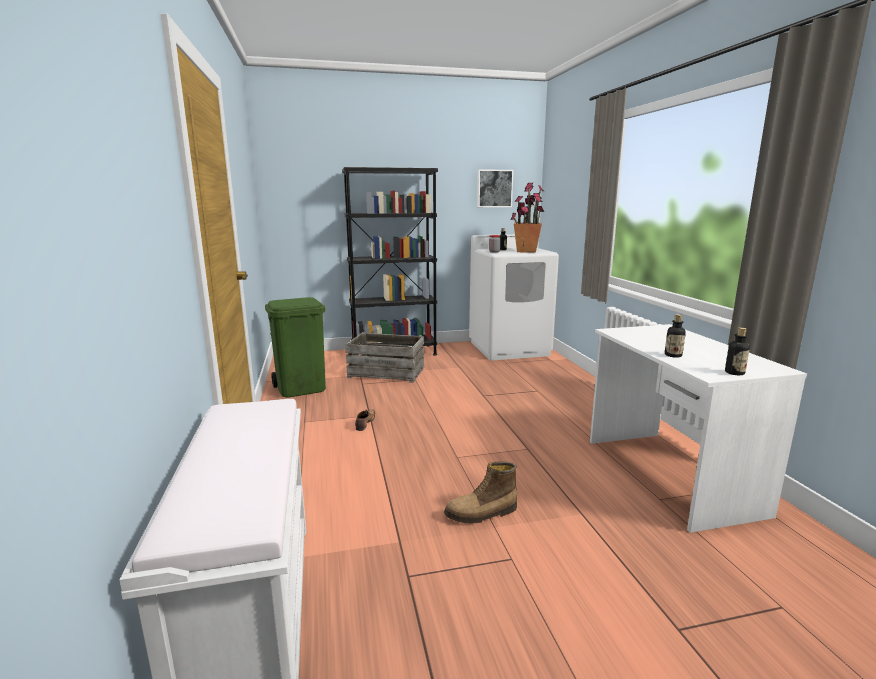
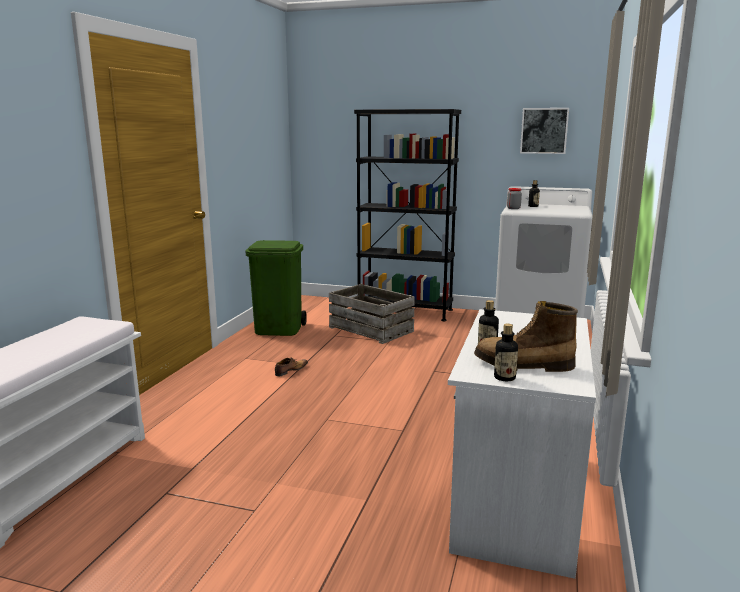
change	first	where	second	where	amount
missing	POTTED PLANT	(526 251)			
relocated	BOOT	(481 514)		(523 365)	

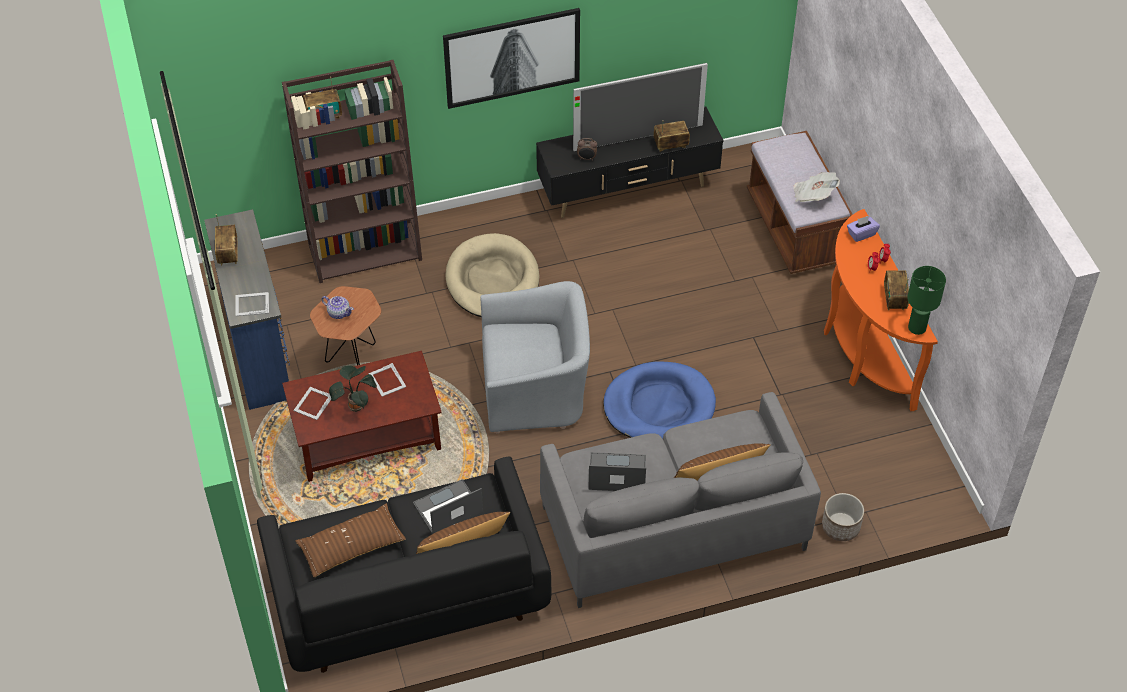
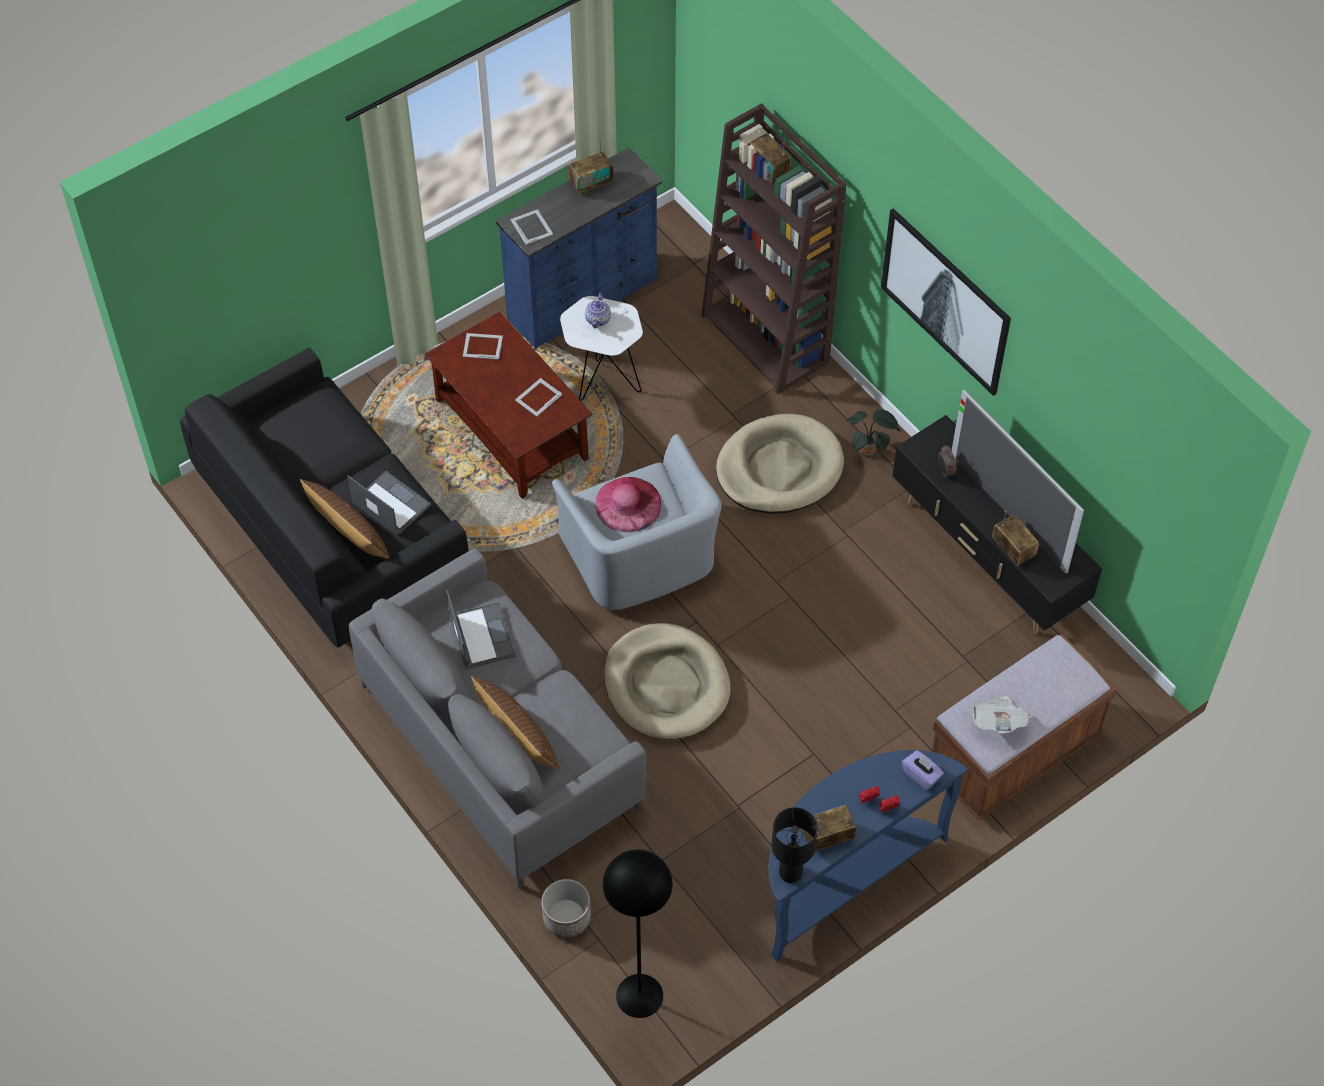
change	first	where	second	where	amount
colour	ORANGE CONSOLE TABLE	(861 351)	BLUE CONSOLE TABLE	(844 878)	
colour	GREEN TABLE LAMP	(917 328)	BLACK TABLE LAMP	(790 873)	
colour	BROWN SIDE TABLE	(353 364)	WHITE SIDE TABLE	(603 383)	
colour	BLUE DOG BED	(659 406)	BEIGE DOG BED	(666 685)	
relocated	POTTED PLANT	(356 405)		(869 451)	
missing	BROWN PILLOW	(351 546)			
appeared			PINK HAT	(628 504)	
appeared			BLACK FLOOR LAMP	(639 996)	

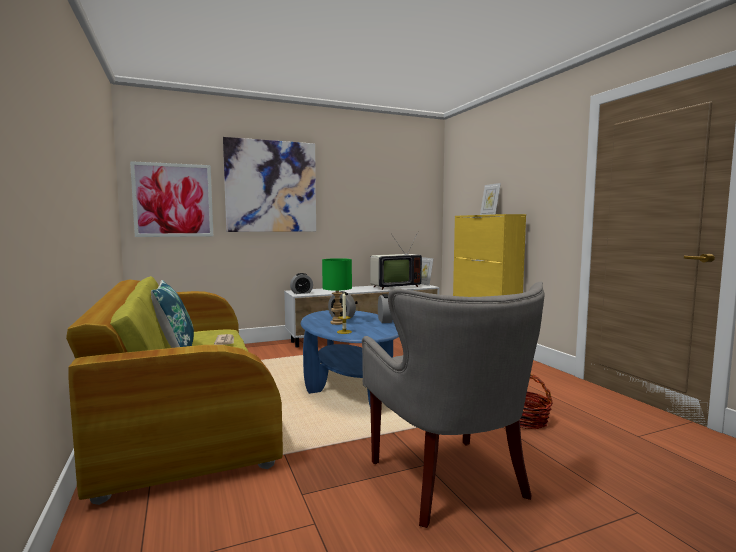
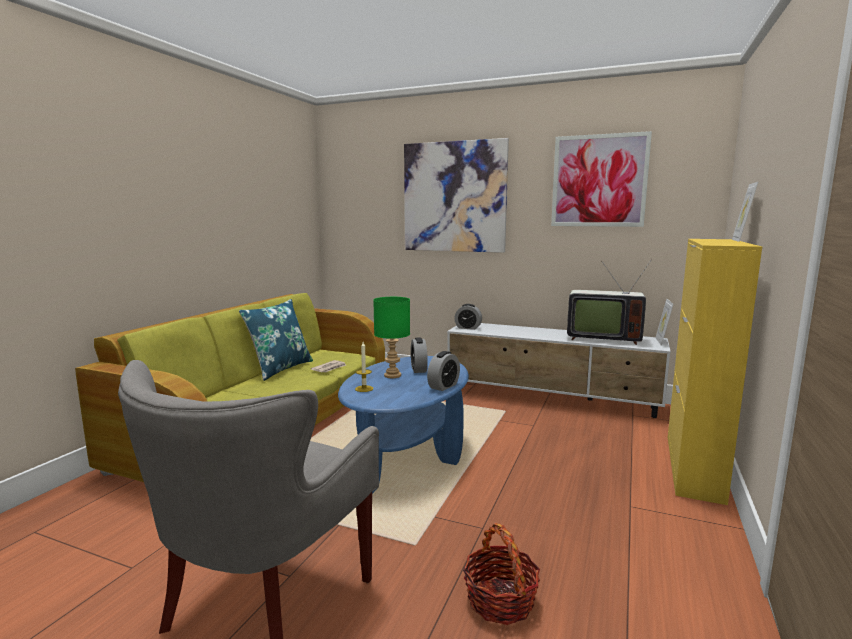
change	first	where	second	where	amount
relocated	PICTURE	(173 200)		(599 181)	

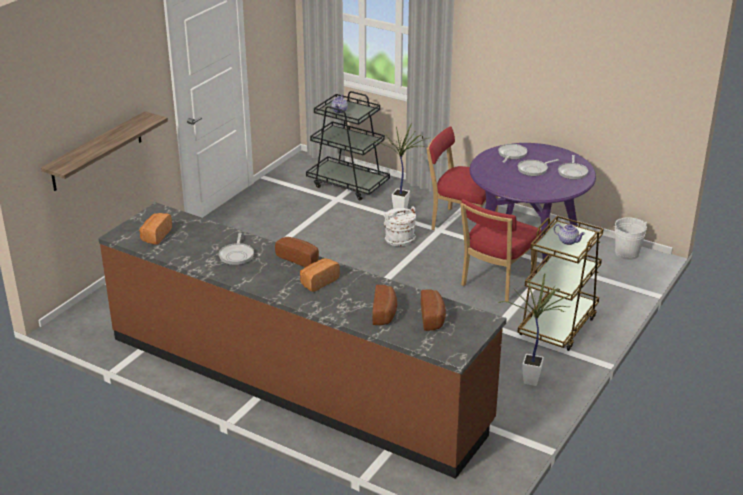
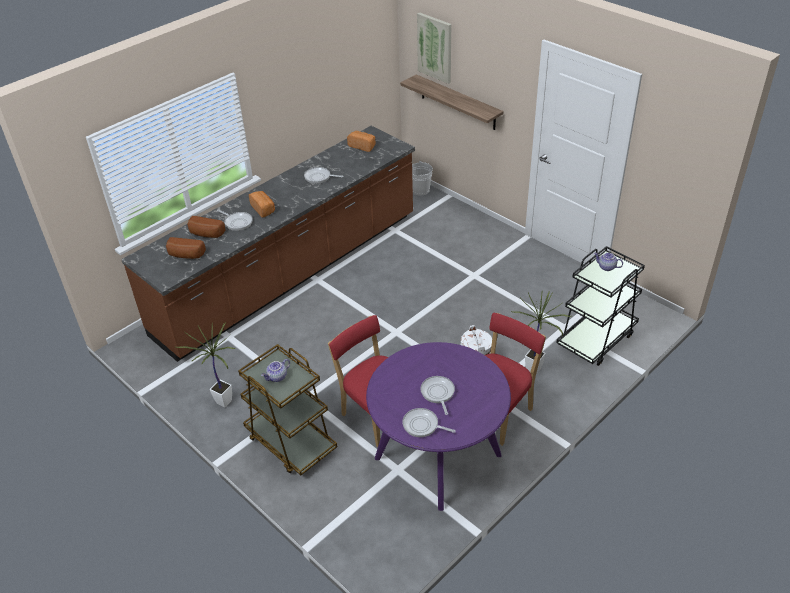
change	first	where	second	where	amount
relocated	FRYING PAN	(511 154)		(237 222)	
relocated	WHITE BUCKET	(627 253)		(420 190)	
missing	BREAD	(299 258)			
appeared			PICTURE	(435 47)	

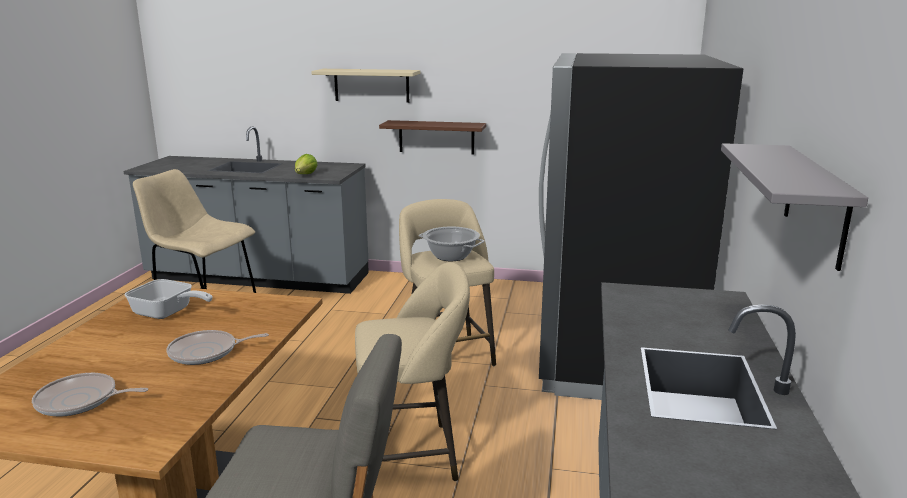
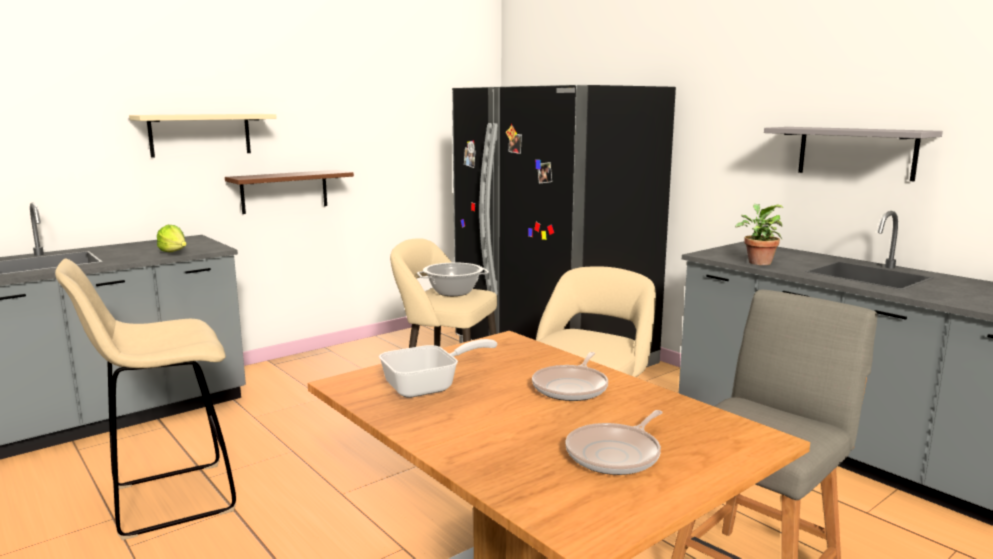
change	first	where	second	where	amount
appeared			POTTED PLANT	(757 262)	

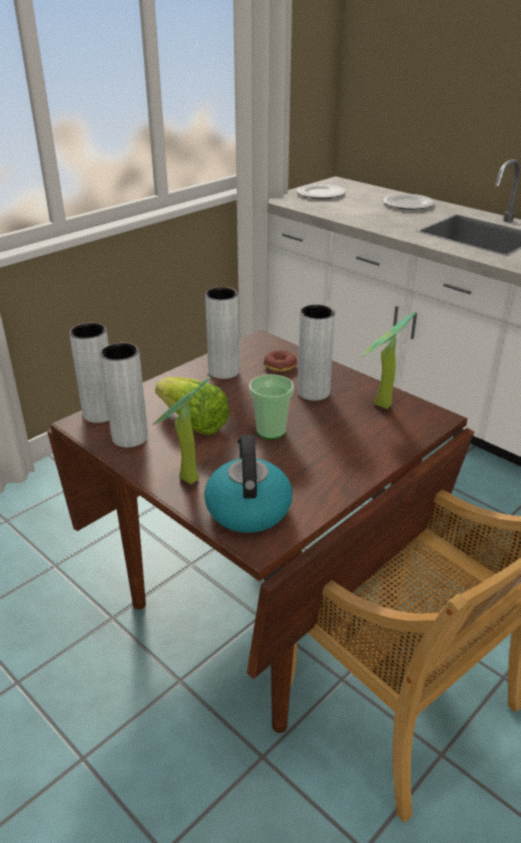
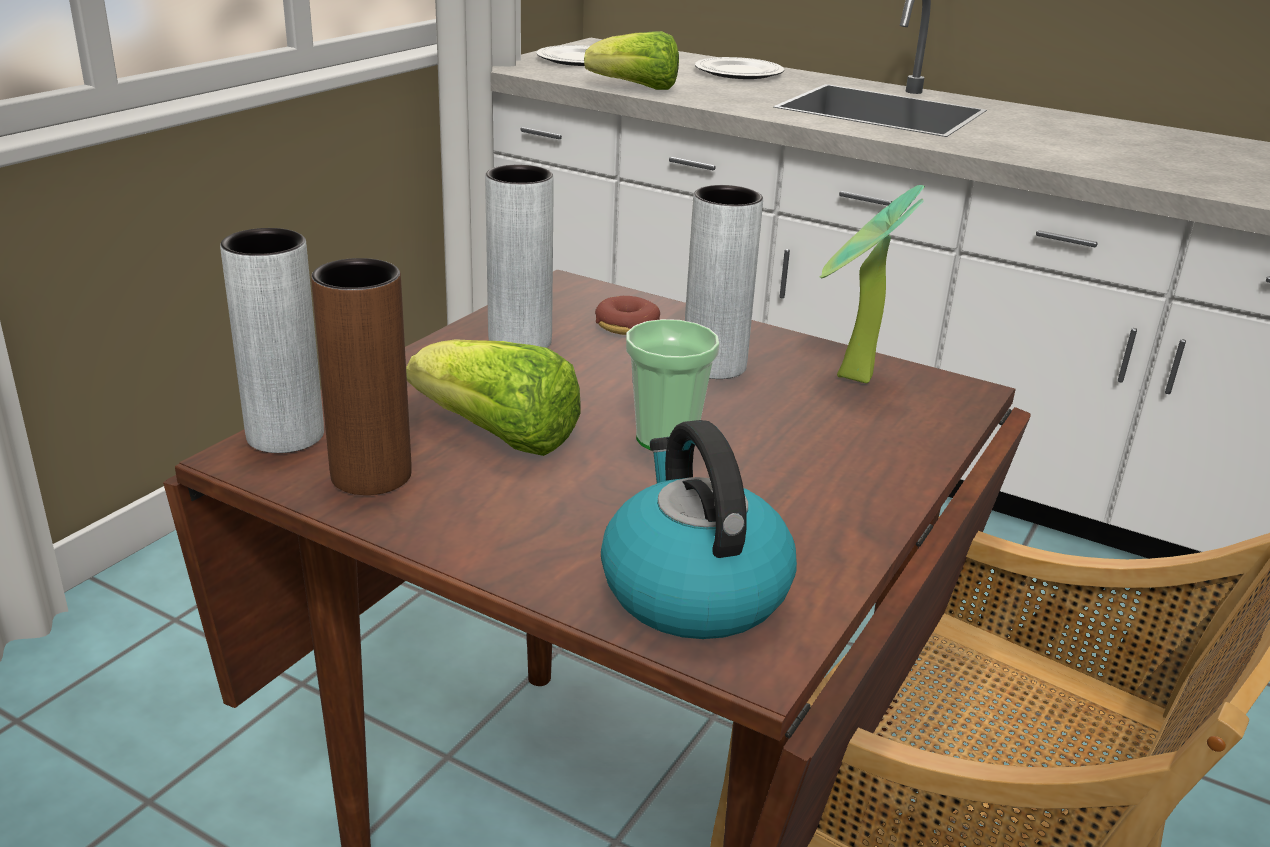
change	first	where	second	where	amount
colour	GREY VASE	(130 437)	BROWN VASE	(371 475)	
missing	POTTED PLANT	(184 480)			
appeared			LETTUCE	(636 88)	

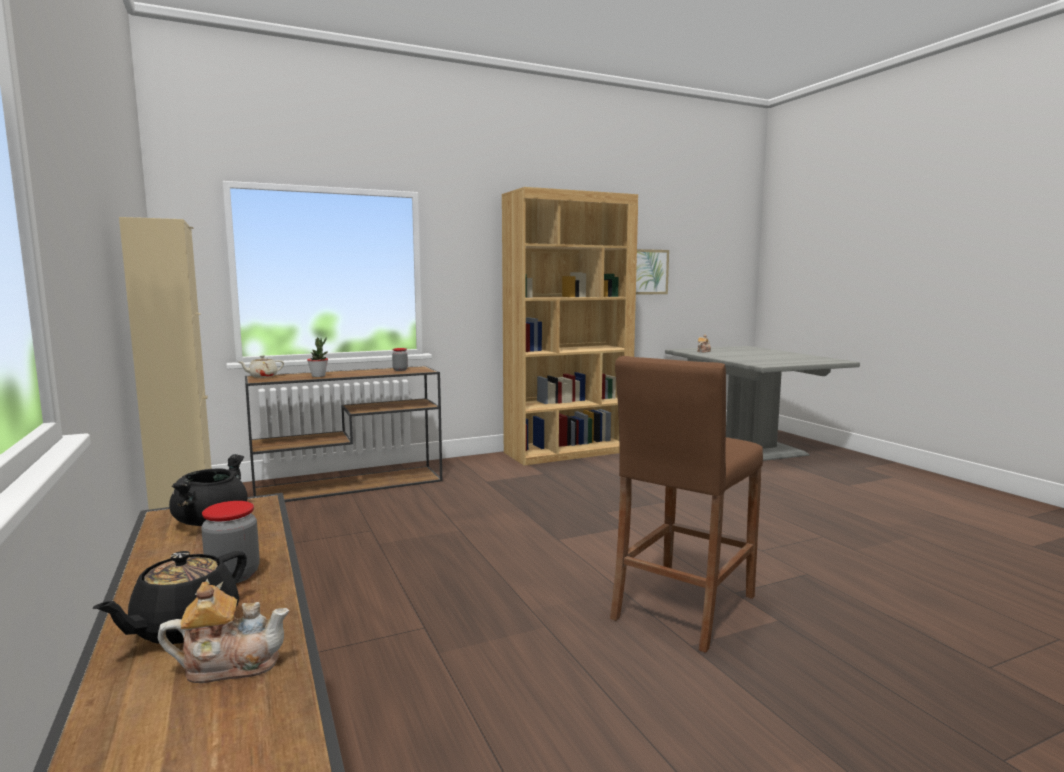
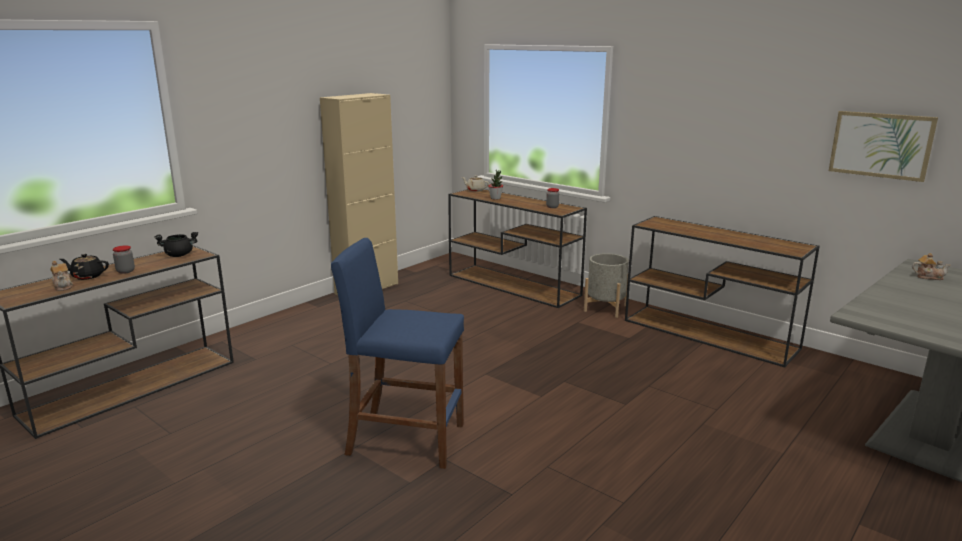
change	first	where	second	where	amount
exchanged	BROWN BOOKCASE	(568 452)	BROWN CONSOLE TABLE	(710 334)	
colour	BROWN STOOL	(683 607)	BLUE STOOL	(405 439)	
appeared			GREY PLANTER	(605 308)	

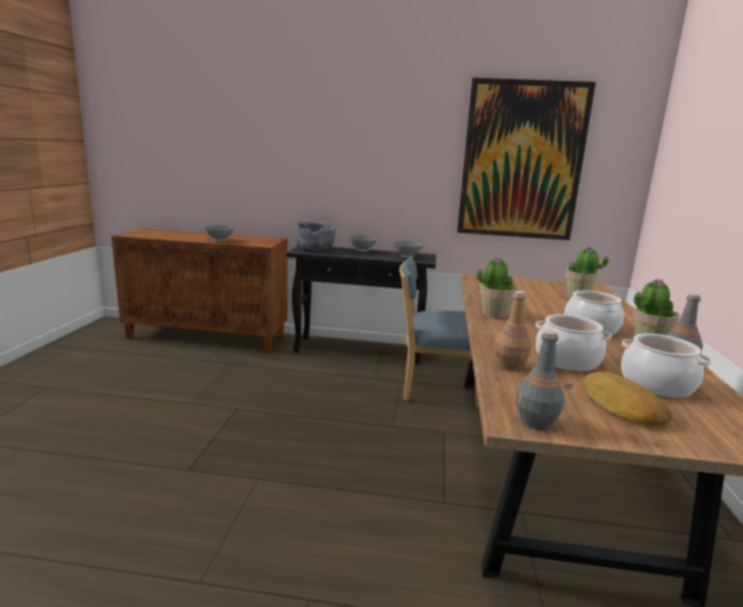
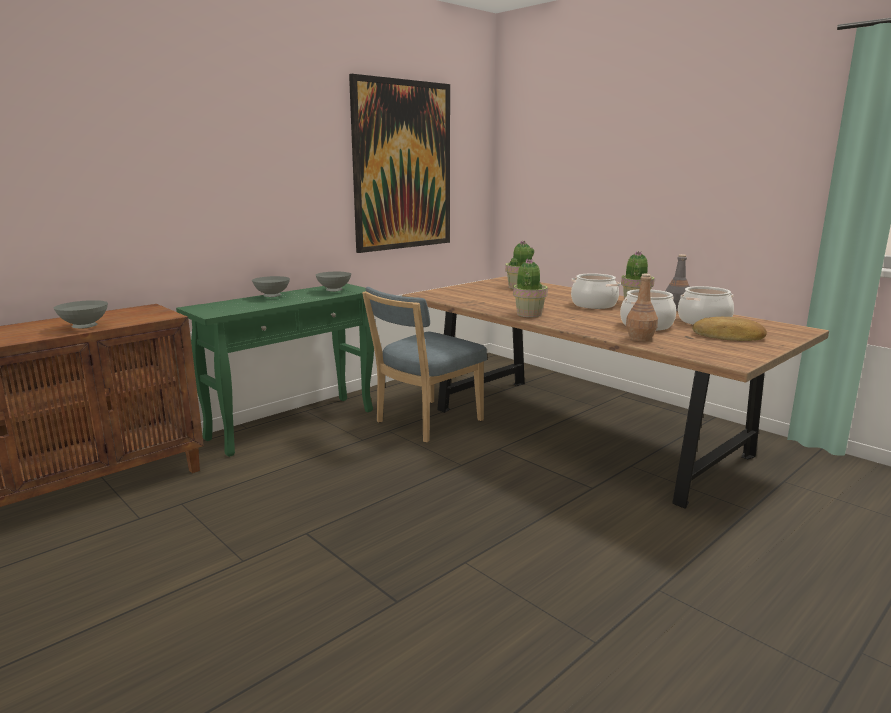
change	first	where	second	where	amount
missing	GREY BOWL	(315 248)			
colour	BLACK CONSOLE TABLE	(360 350)	GREEN CONSOLE TABLE	(293 424)	
missing	GREY BOTTLE	(536 422)			

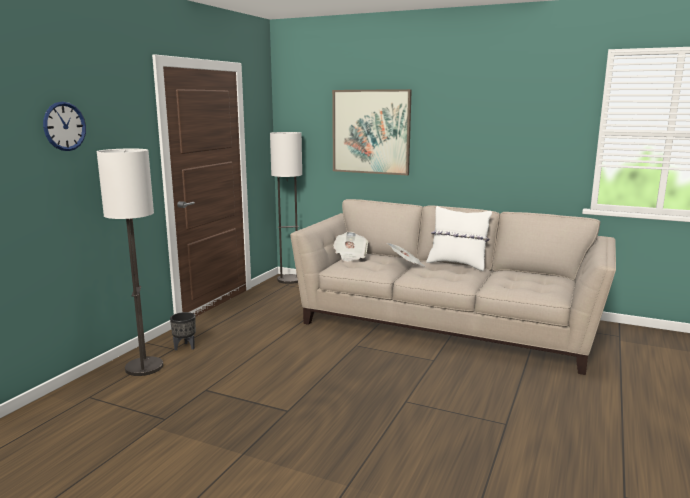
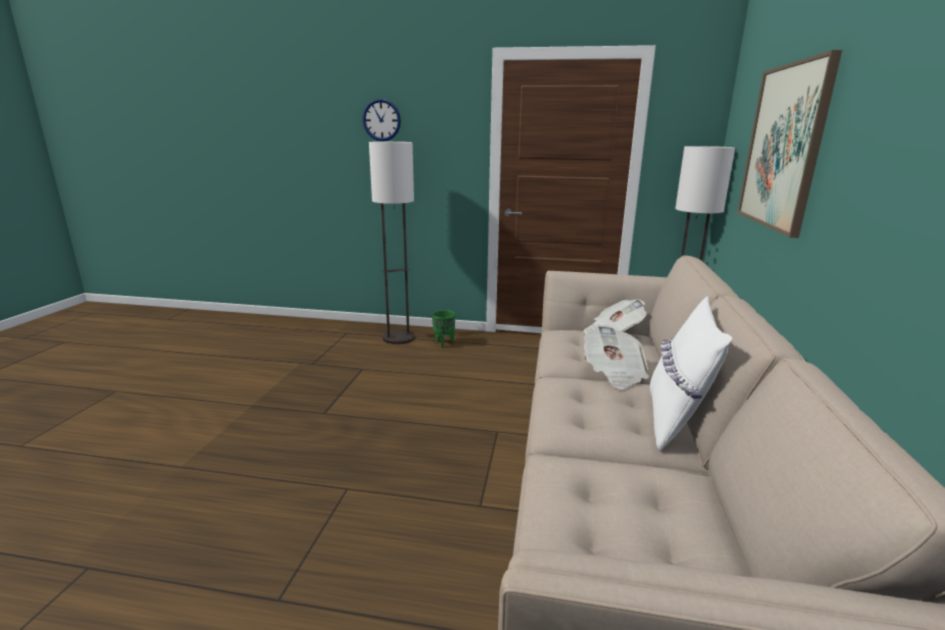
change	first	where	second	where	amount
colour	BLACK PLANTER	(185 347)	GREEN PLANTER	(444 343)	

